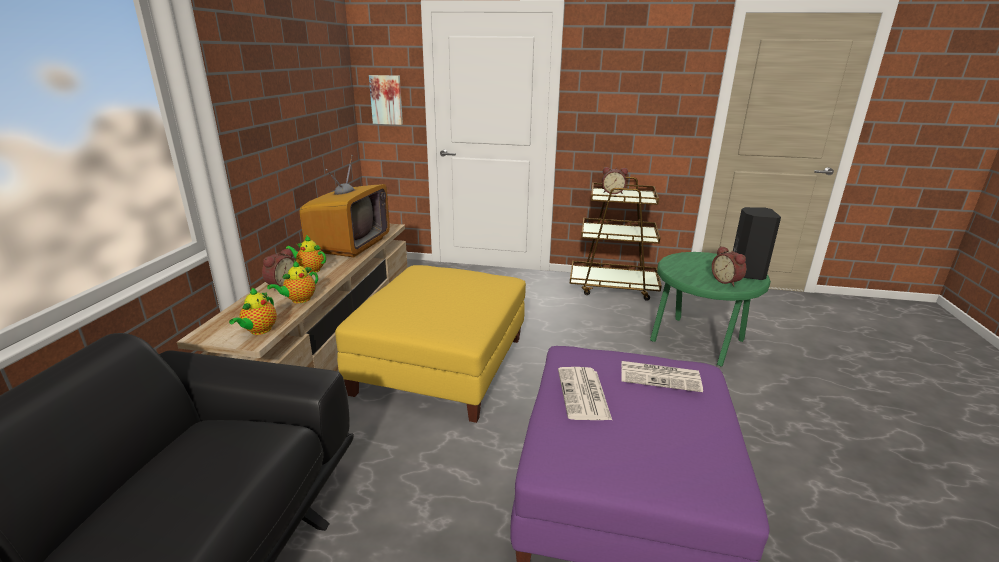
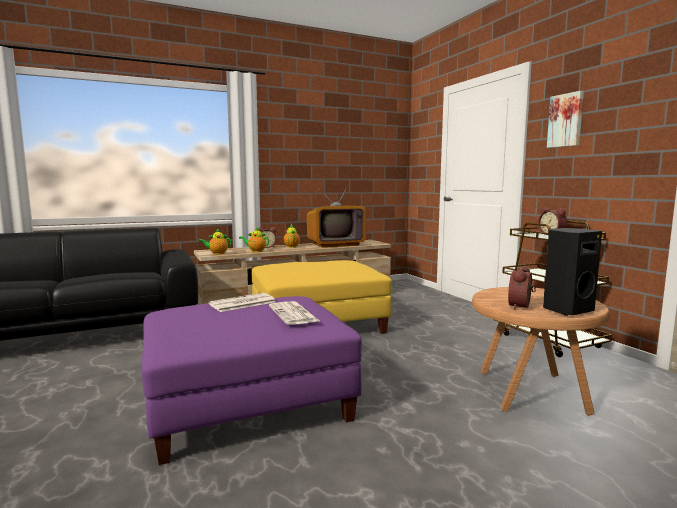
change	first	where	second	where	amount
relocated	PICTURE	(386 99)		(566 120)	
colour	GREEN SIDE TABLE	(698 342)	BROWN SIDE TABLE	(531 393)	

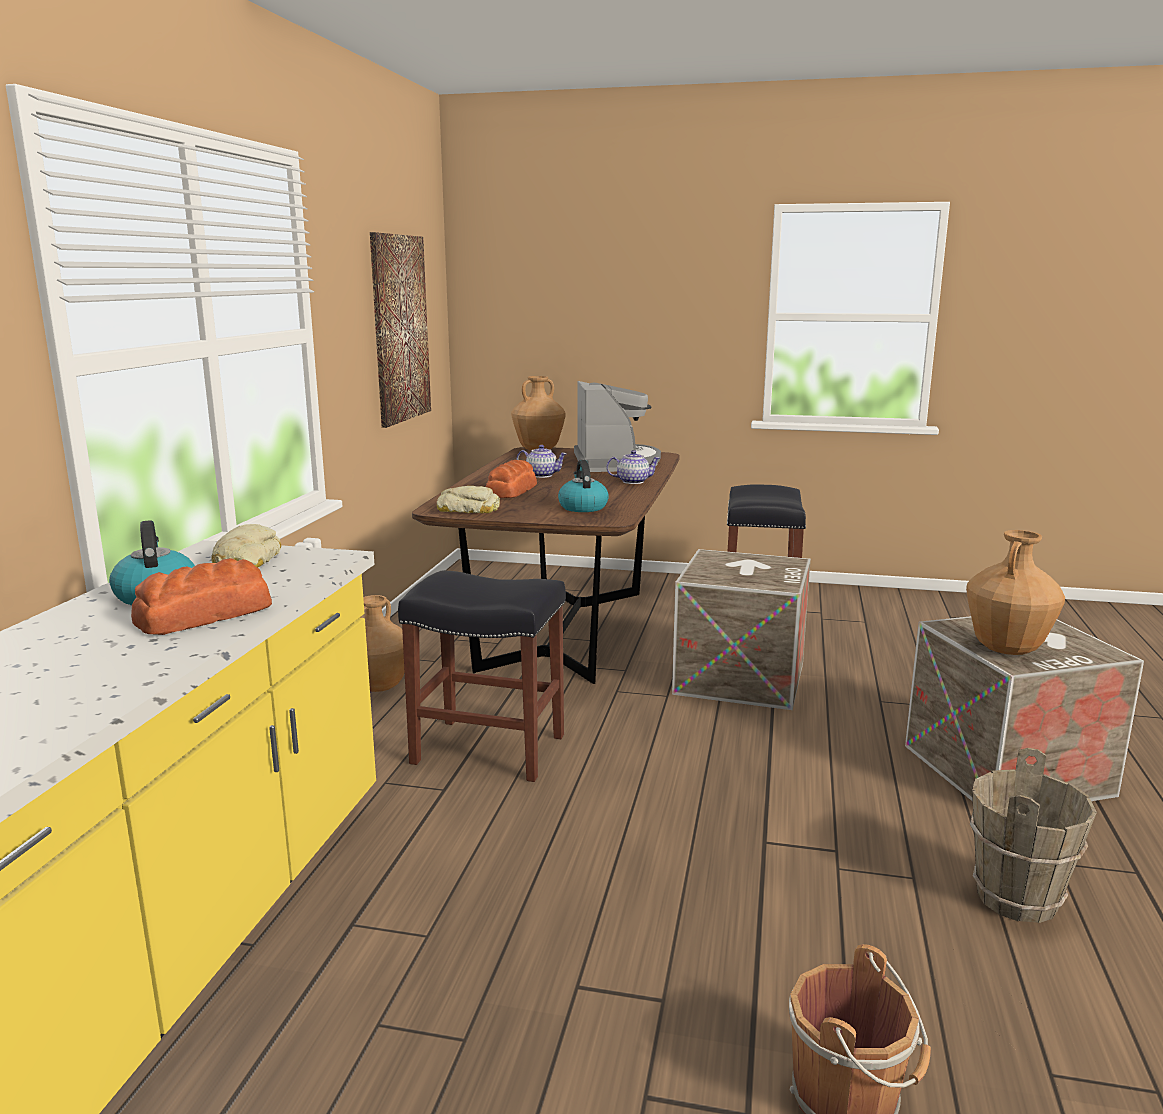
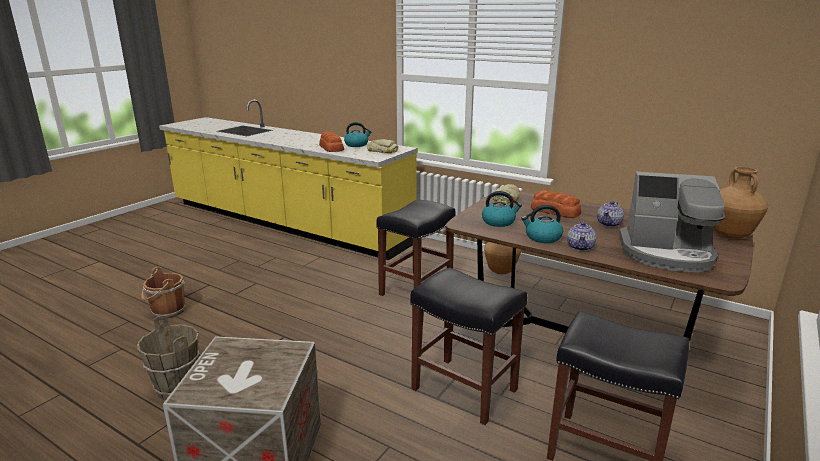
change	first	where	second	where	amount
missing	PICTURE	(400 329)			
missing	BROWN VASE	(1006 649)			
exchanged	CRATE	(739 678)	BLACK STOOL	(462 389)	
appeared			KETTLE	(542 238)	

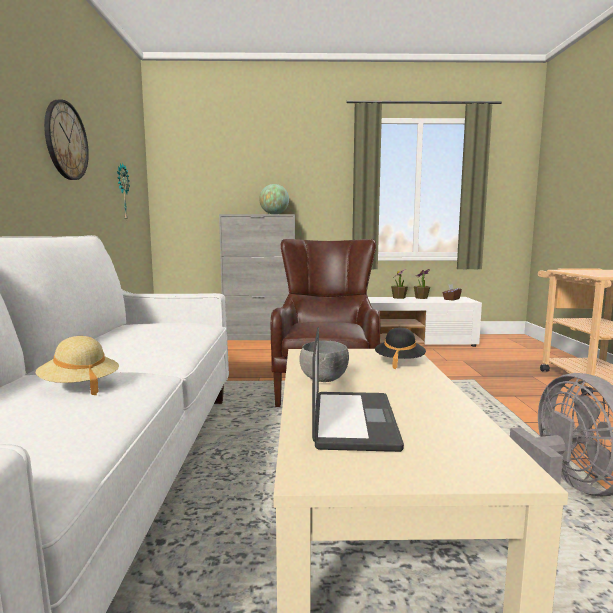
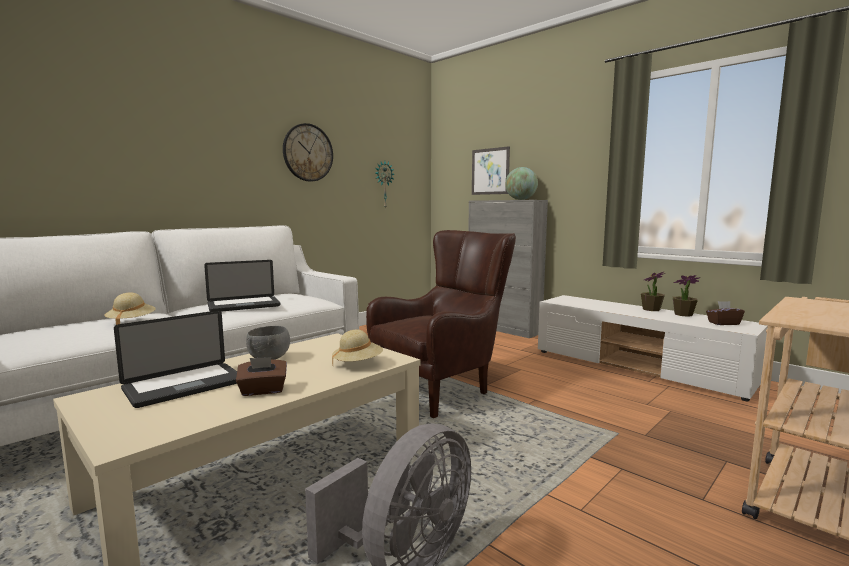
change	first	where	second	where	amount
colour	BLACK HAT	(399 362)	BEIGE HAT	(357 364)	
appeared			PICTURE	(490 171)	
appeared			LAPTOP	(244 305)	
appeared			BROWN TISSUE BOX	(263 391)	

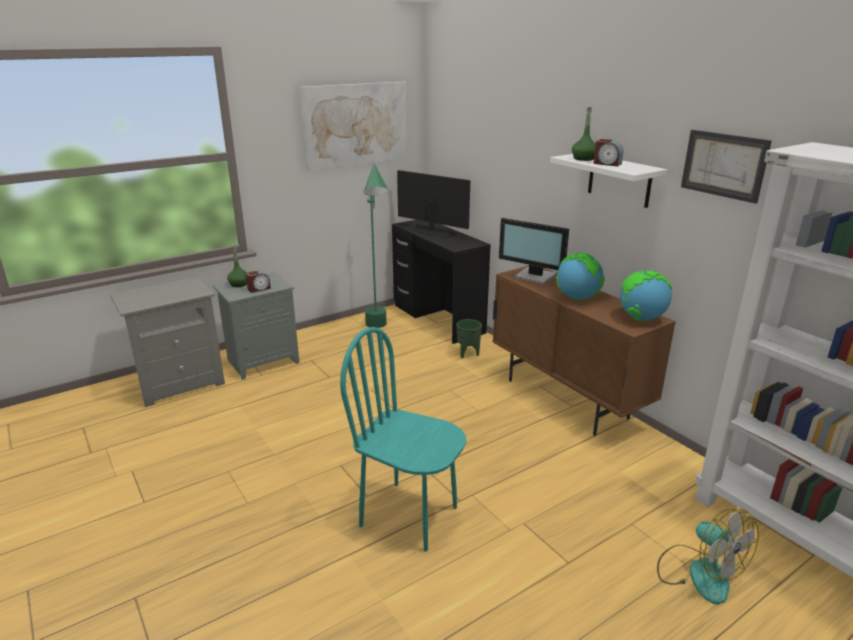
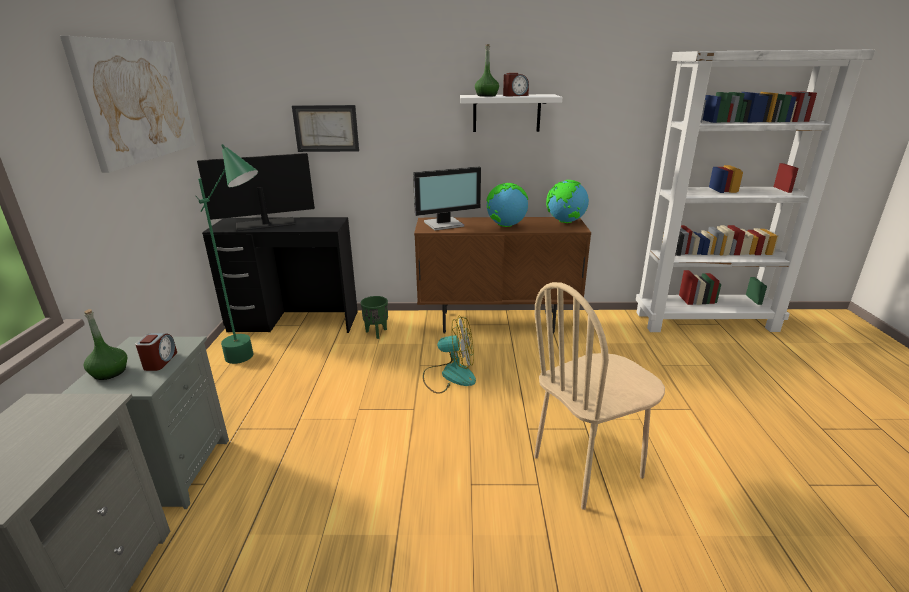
change	first	where	second	where	amount
relocated	PICTURE	(724 165)		(326 128)	
colour	TURQUOISE CHAIR	(409 516)	BEIGE CHAIR	(588 467)	
relocated	FAN	(699 572)		(450 375)	

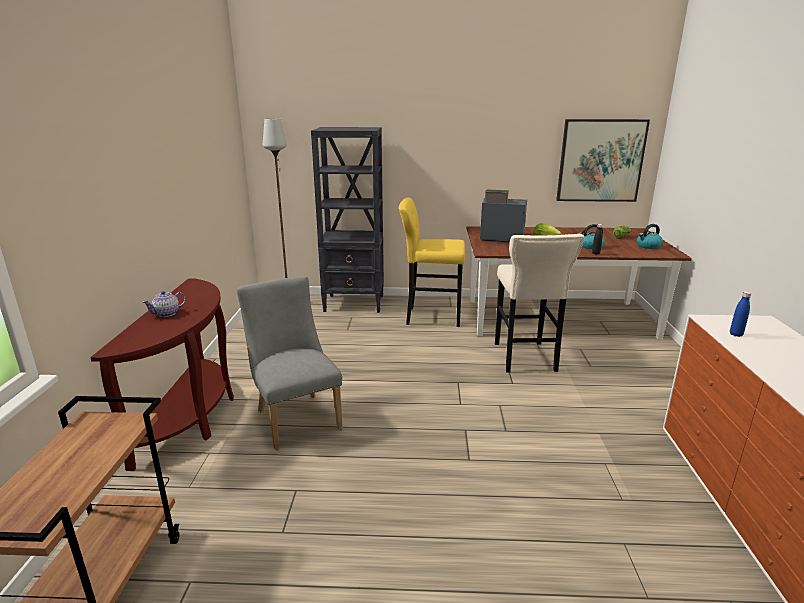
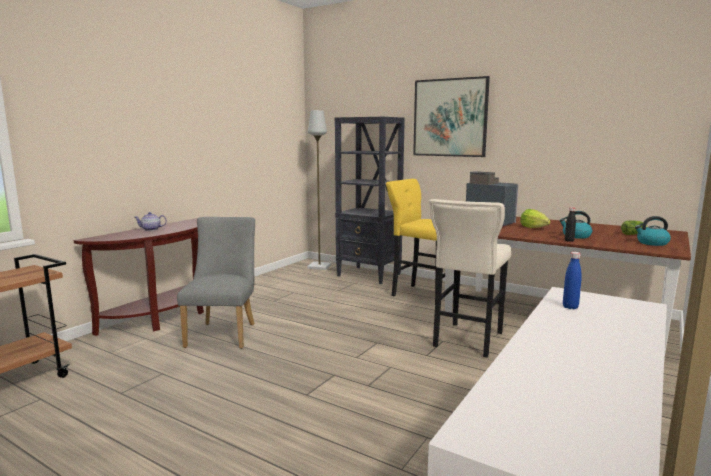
change	first	where	second	where	amount
relocated	PICTURE	(600 161)		(450 118)	

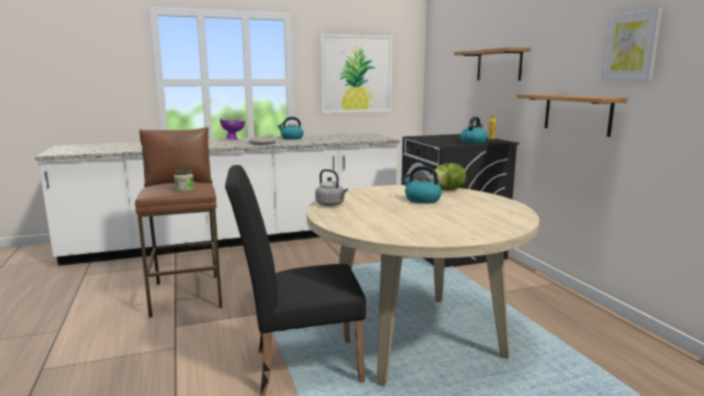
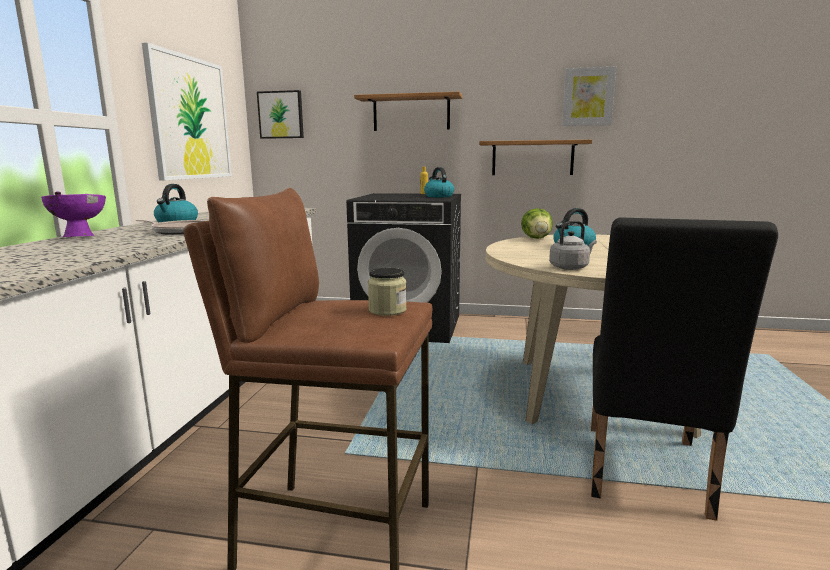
change	first	where	second	where	amount
appeared			PICTURE	(281 115)	

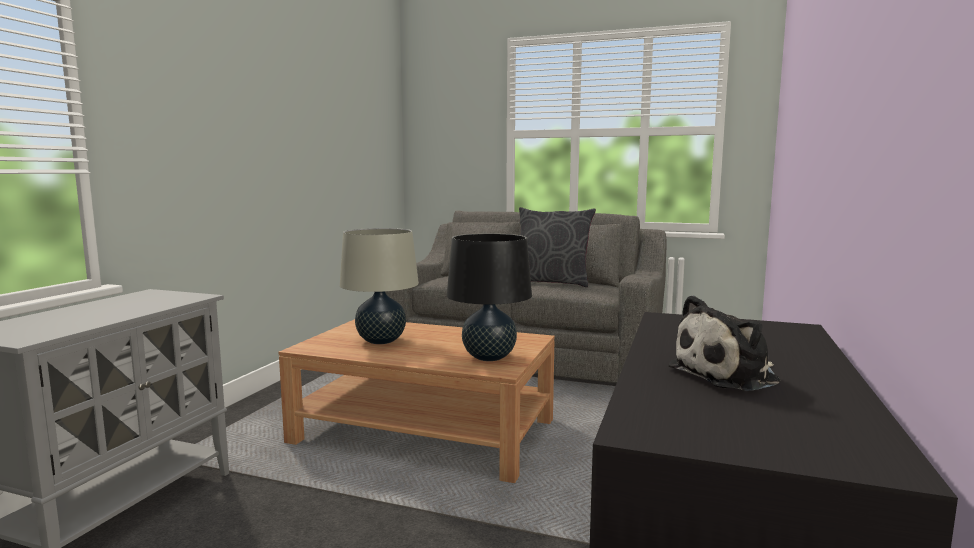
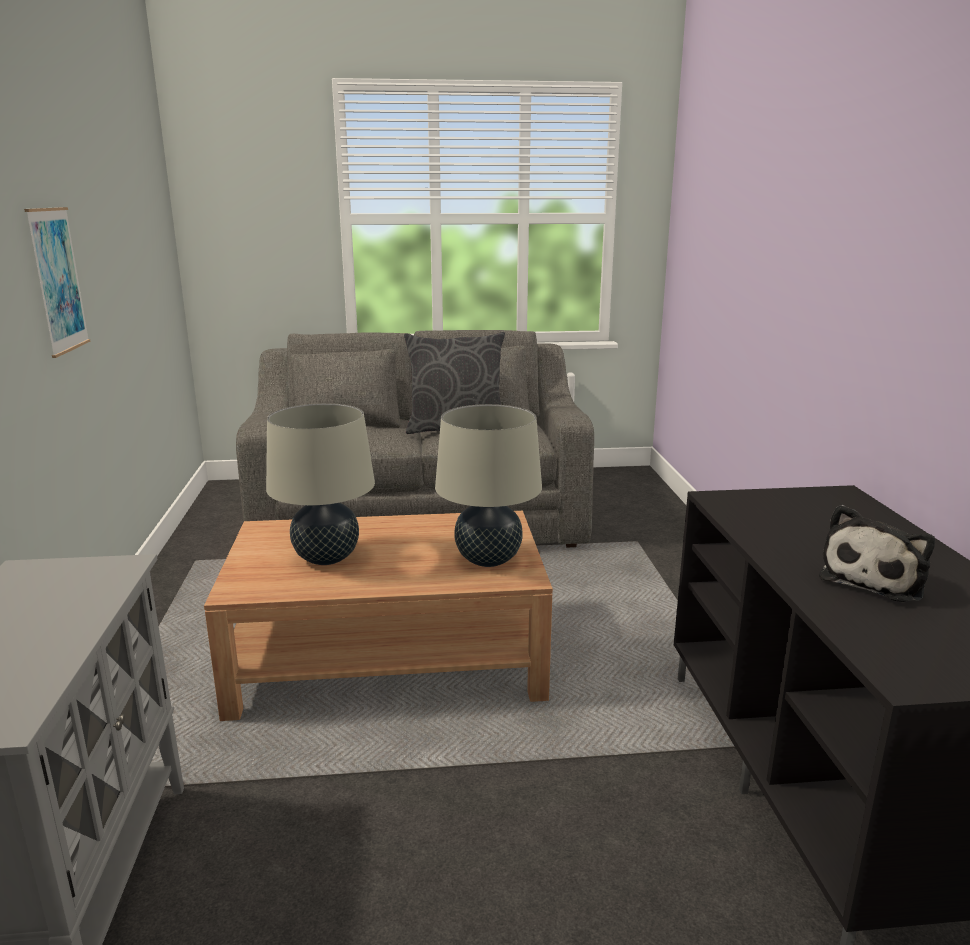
change	first	where	second	where	amount
colour	BLACK TABLE LAMP	(489 357)	BEIGE TABLE LAMP	(488 560)	
appeared			PICTURE	(58 280)	

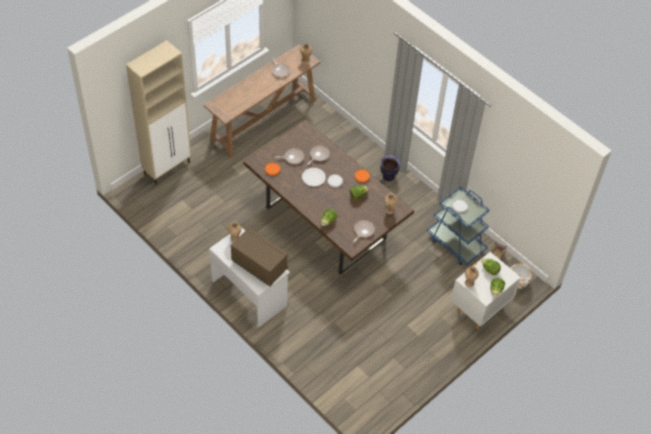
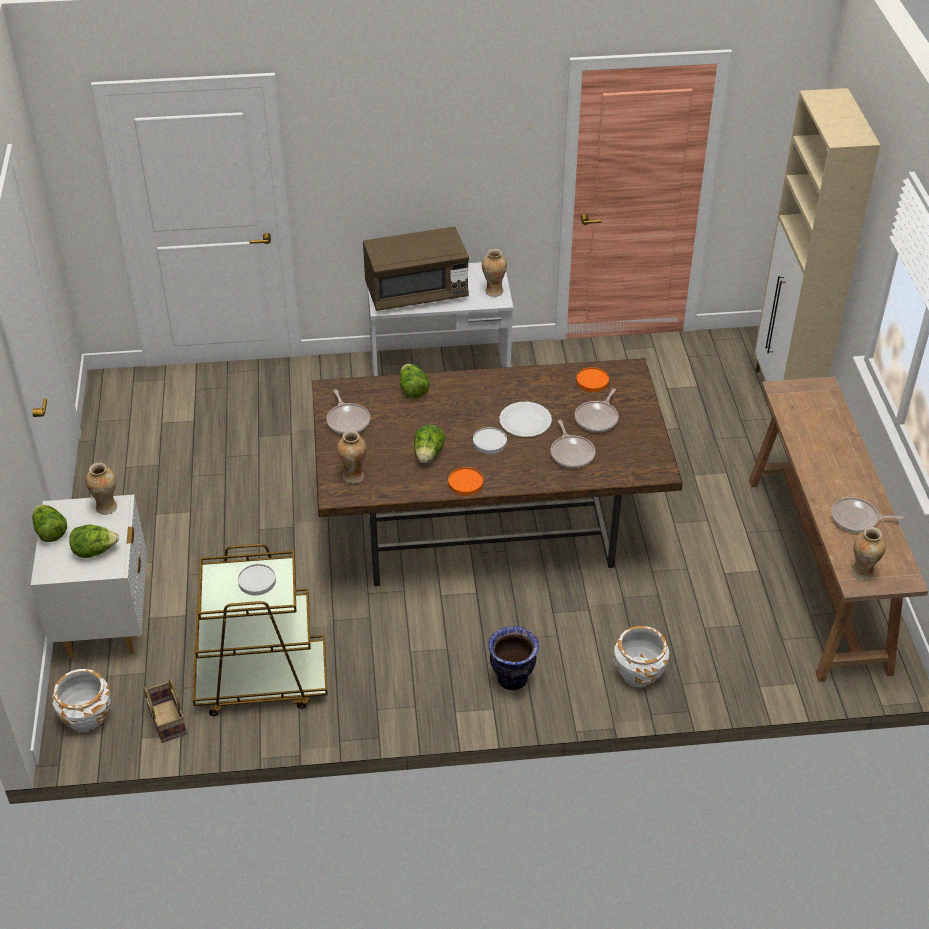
change	first	where	second	where	amount
colour	BLUE CART	(456 243)	BROWN CART	(261 682)	
appeared			WHITE PLANTER	(639 673)	

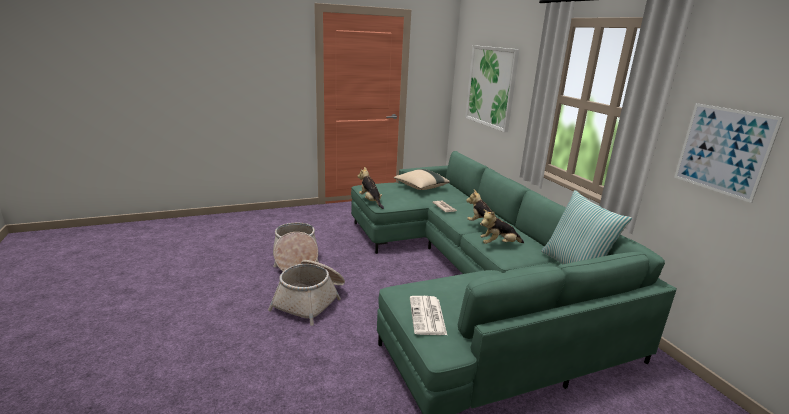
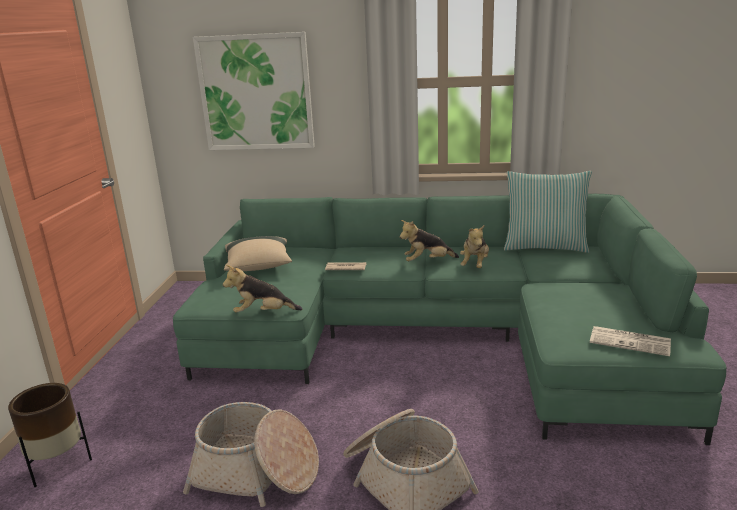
change	first	where	second	where	amount
missing	PICTURE	(723 150)			
appeared			BROWN PLANTER	(59 465)	

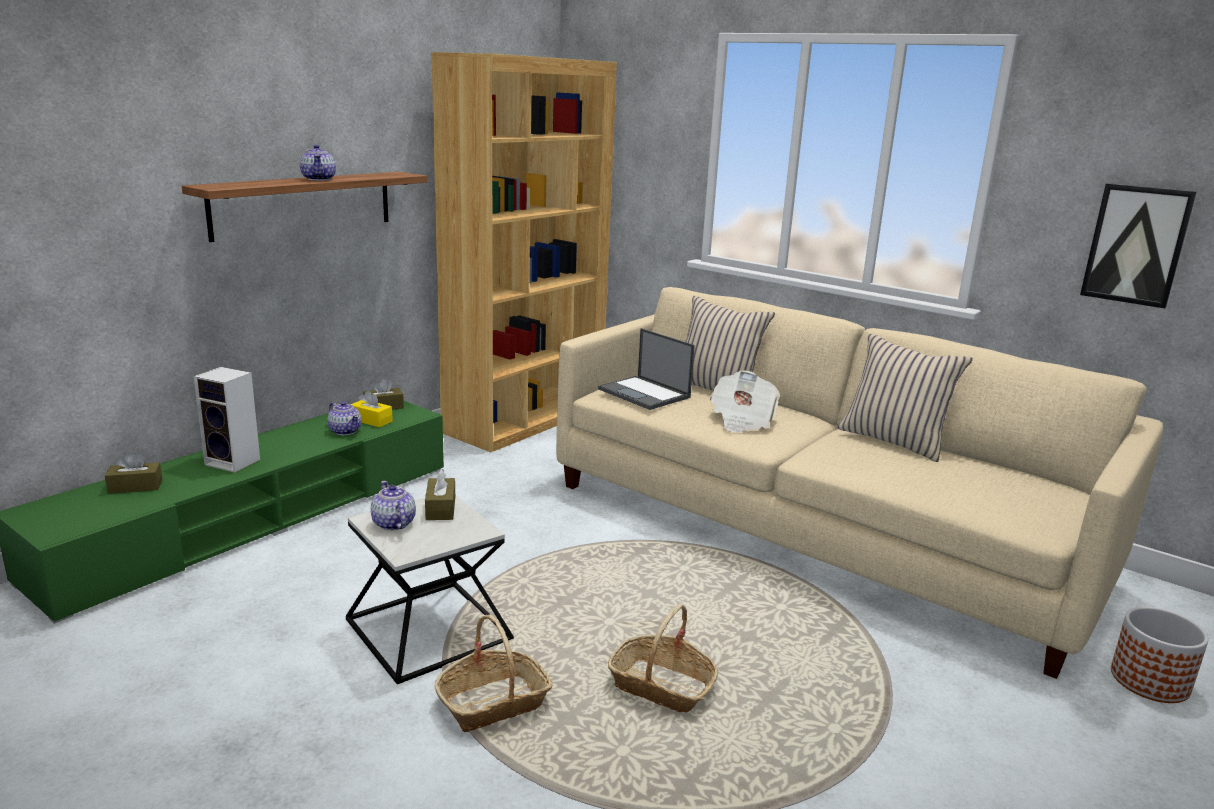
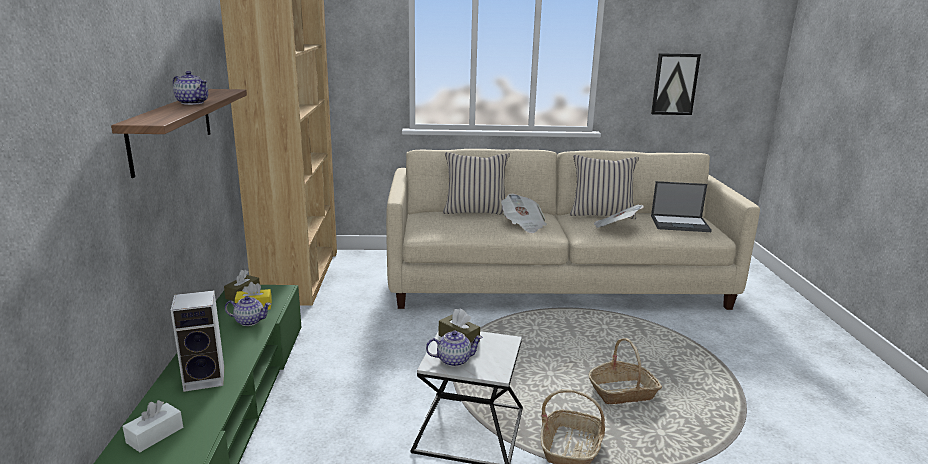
change	first	where	second	where	amount
relocated	LAPTOP	(645 393)		(680 224)	
colour	BROWN TISSUE BOX	(135 486)	WHITE TISSUE BOX	(155 435)	
spun	TEAPOT	(393 524)		(453 360)	150 degrees clockwise
missing	PLANTER	(1149 681)			
appeared			NEWSPAPER	(615 228)	

